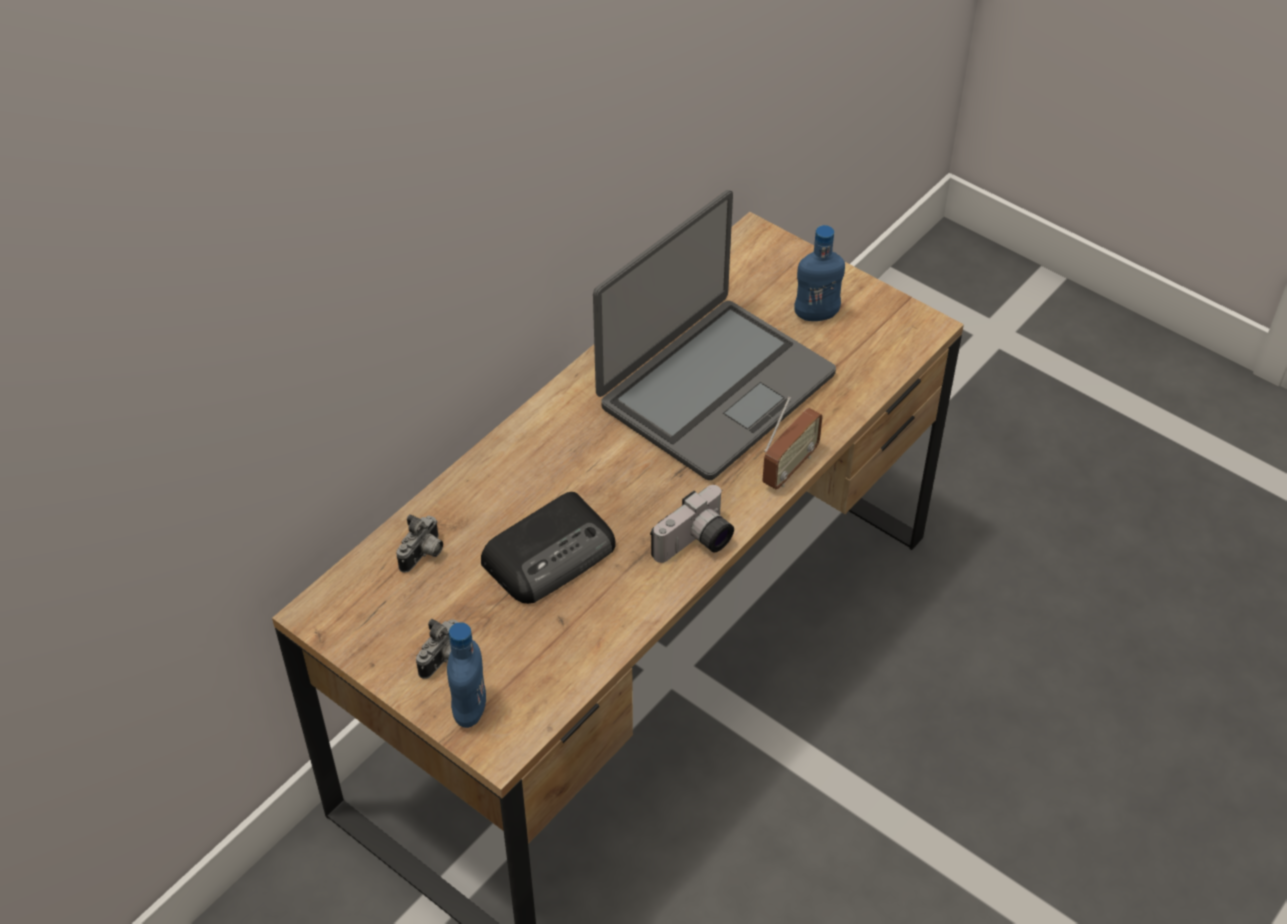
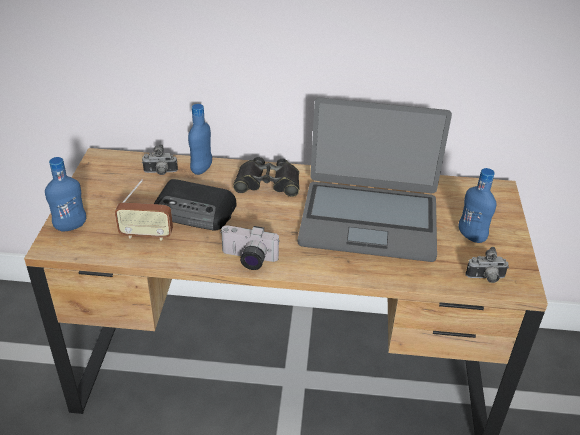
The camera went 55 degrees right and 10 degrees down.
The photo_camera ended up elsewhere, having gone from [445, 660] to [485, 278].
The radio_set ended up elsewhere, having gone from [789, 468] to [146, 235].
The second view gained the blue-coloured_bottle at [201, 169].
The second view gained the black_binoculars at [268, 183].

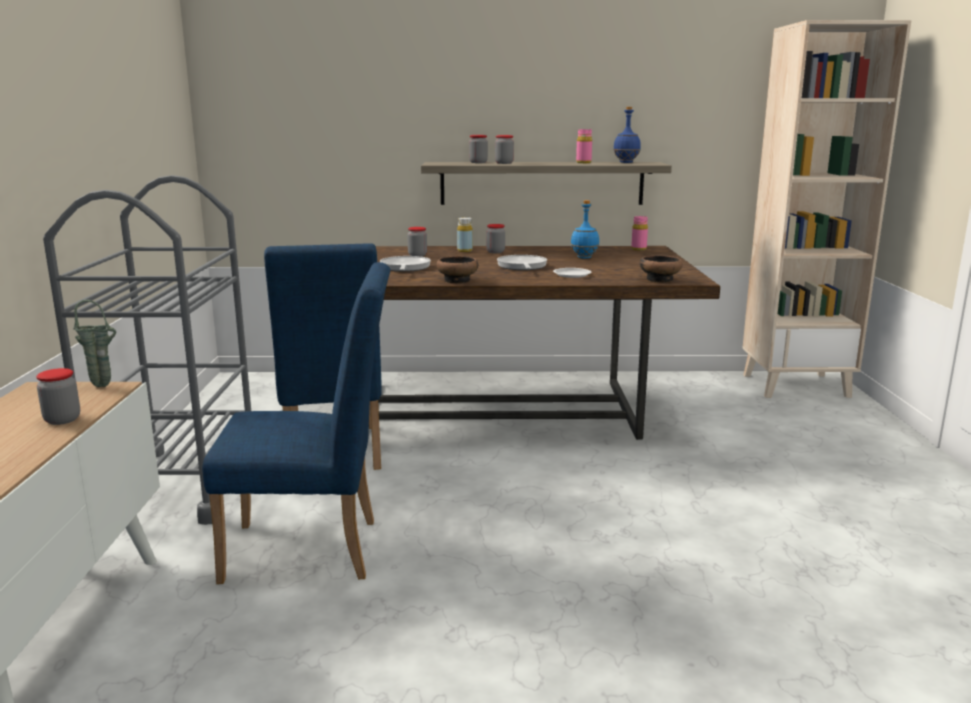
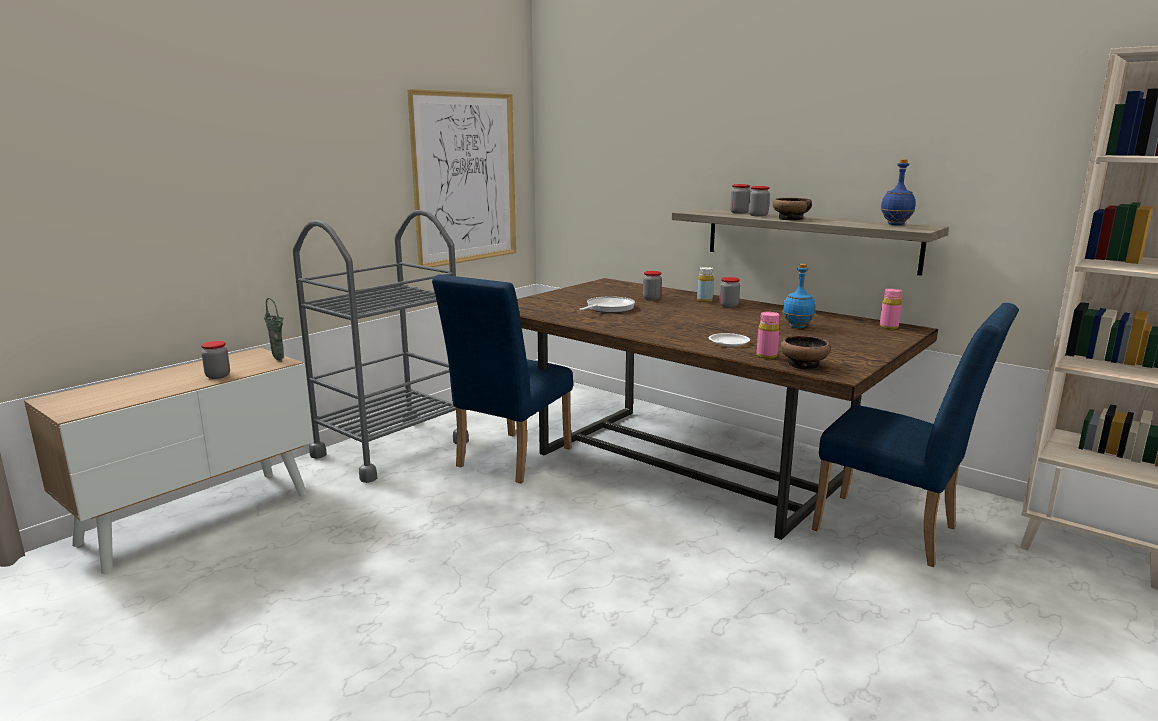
The camera went 40 degrees right and 0 degrees up.
The blue-coloured_chair ended up elsewhere, having gone from [315, 550] to [895, 532].
The deep_dish ended up elsewhere, having gone from [458, 280] to [791, 219].
The second view lost the frying_pan at [522, 267].
The pinkish_bottle ended up elsewhere, having gone from [583, 162] to [766, 356].
The second view gained the picture at [465, 178].

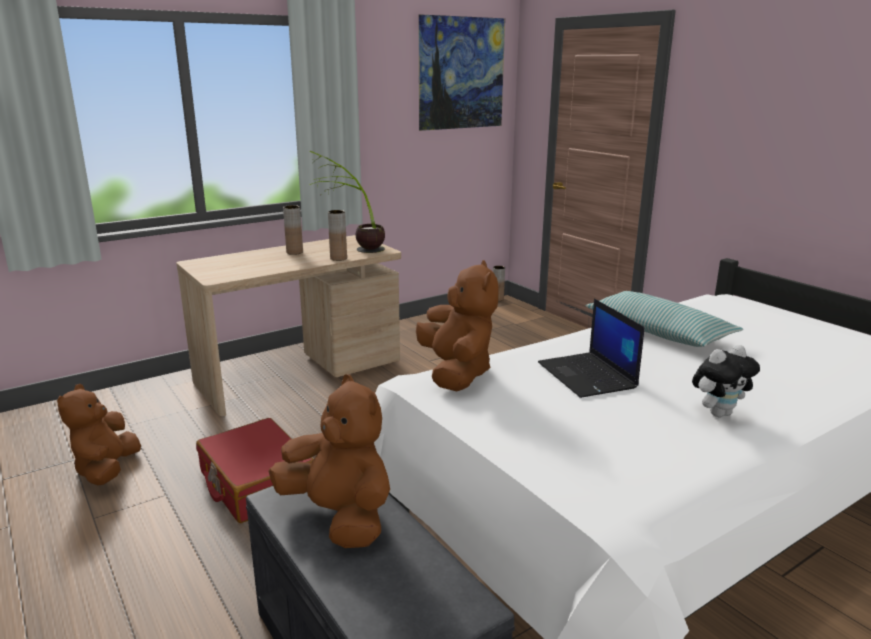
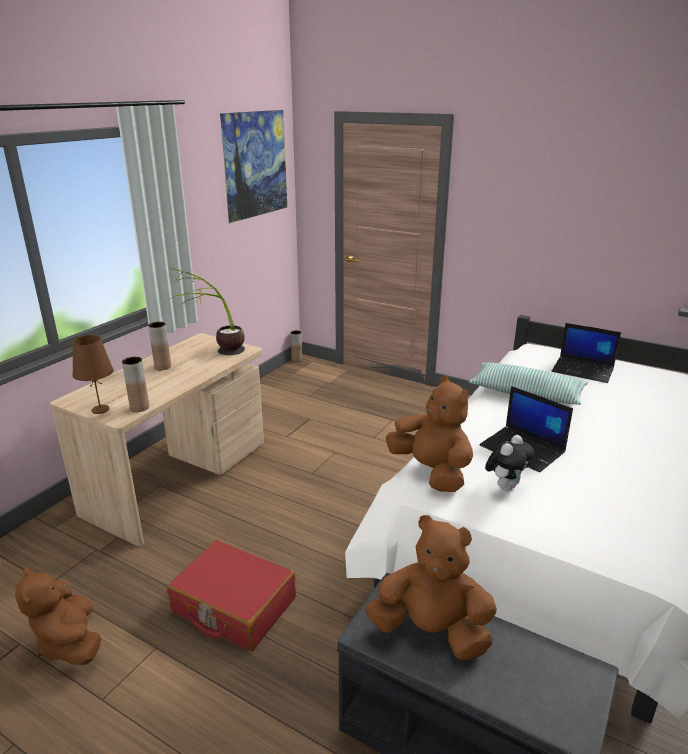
The camera went 25 degrees left and 5 degrees up.
The brown_vase ended up elsewhere, having gone from [338, 258] to [139, 407].
The soft_toy ended up elsewhere, having gone from [718, 413] to [505, 486].
The second view gained the brown_tabletop_lamp at [100, 409].
The second view gained the notebook_computer at [583, 370].

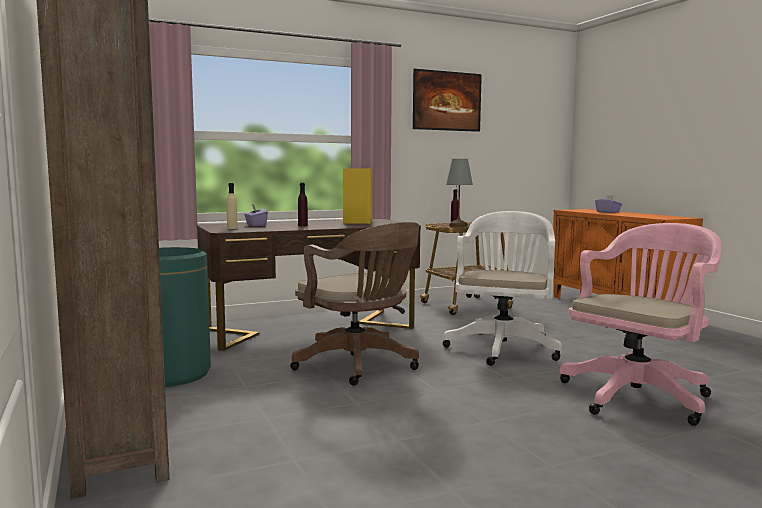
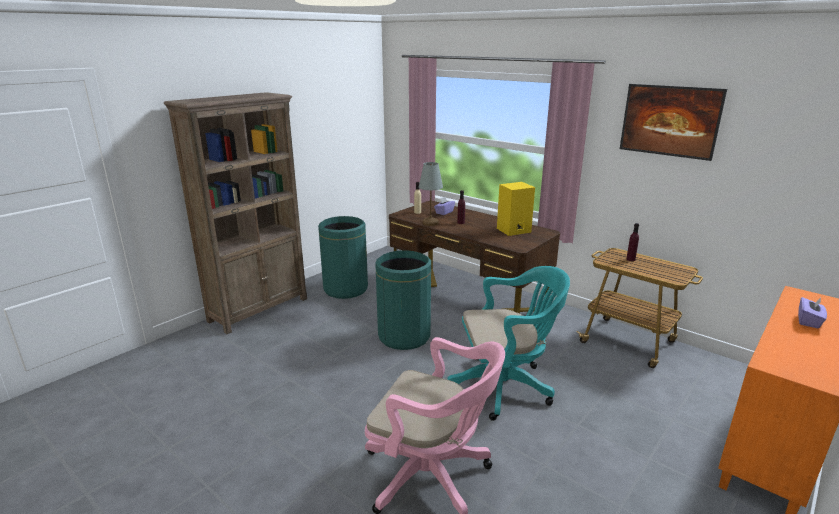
The camera went 65 degrees right and 15 degrees up.
Where the brown_computer_chair stood at [359, 365], the green_trash_can came to stand at [404, 336].
What was the white_computer_chair at [503, 347] turned into the turquoise-coloured_computer_chair at [505, 386].
The grey_tabletop_lamp ended up elsewhere, having gone from [458, 226] to [430, 223].

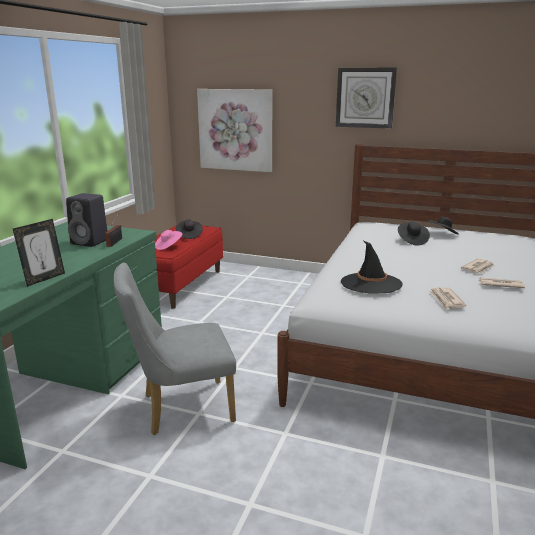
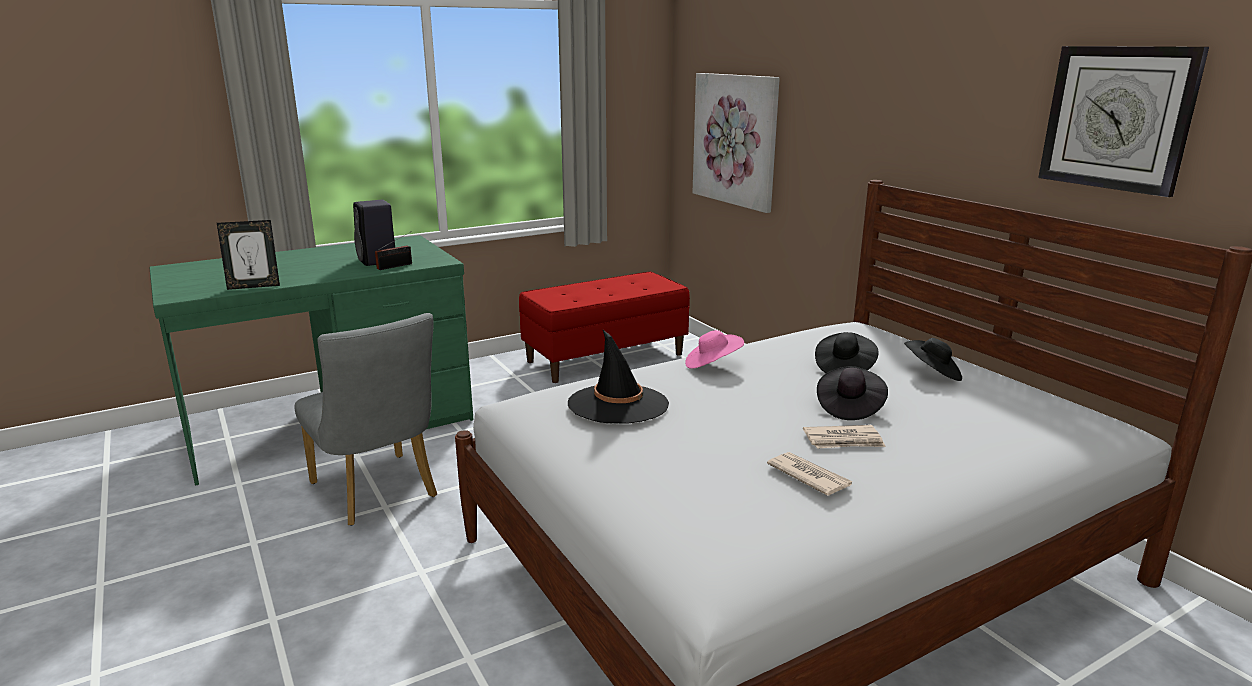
The camera went 40 degrees right and 0 degrees up.
The grey_chair at [180, 409] ended up facing another way, 150 degrees counterclockwise from before.
The pinkish_hat ended up elsewhere, having gone from [168, 246] to [712, 365].
The black_hat ended up elsewhere, having gone from [189, 235] to [849, 407].
The hanging_clock ended up elsewhere, having gone from [365, 98] to [1117, 118].
The second view lost the newspaper at [446, 300].

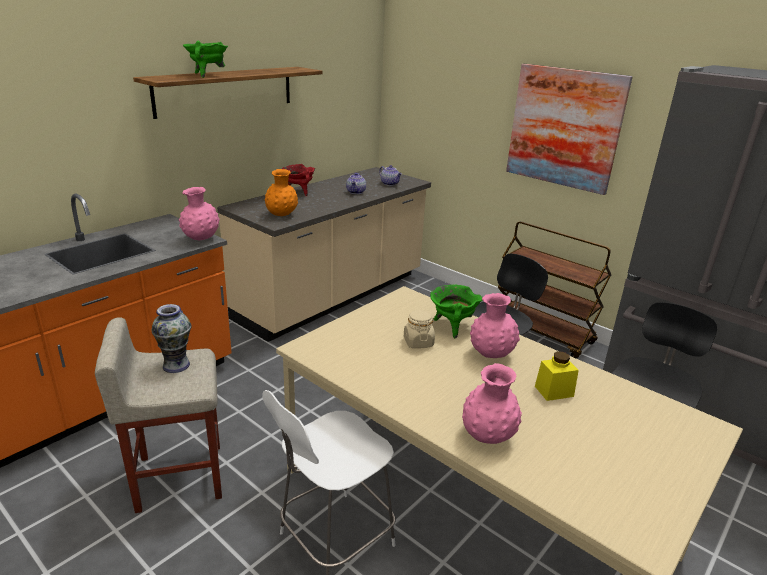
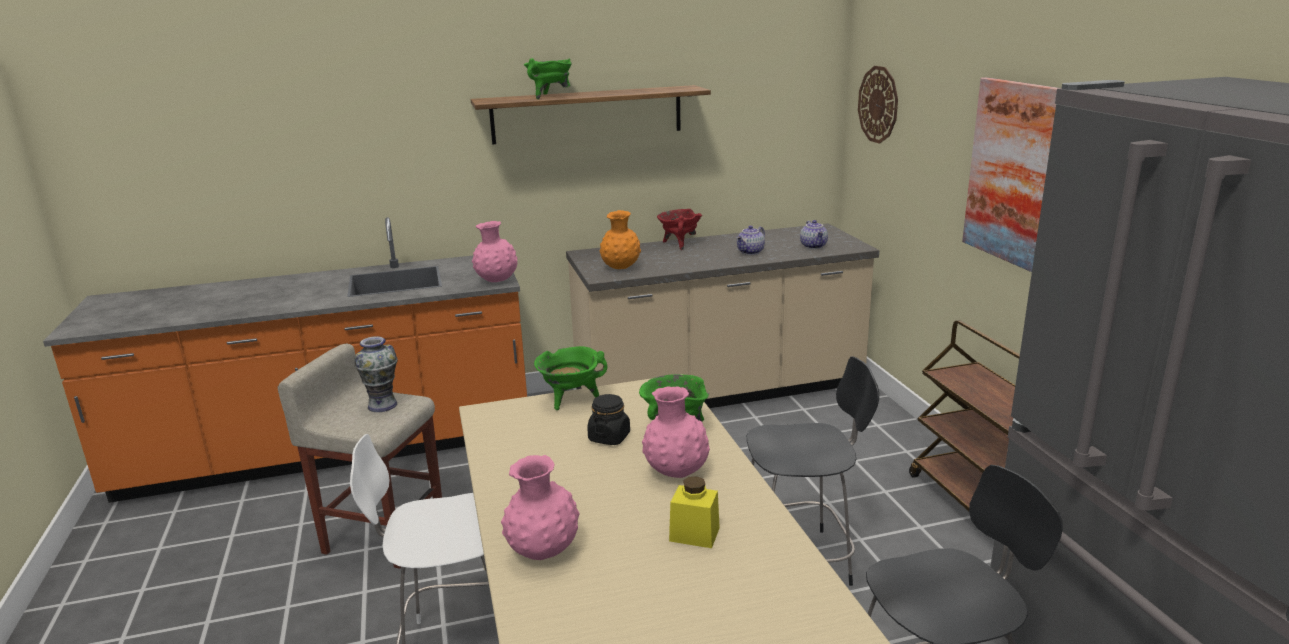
The camera went 35 degrees right and 5 degrees down.
What was the beige-coloured_jar at [418, 342] turned into the black_jar at [609, 437].
The second view gained the green_saucepot at [571, 399].
The second view gained the hanging_clock at [878, 104].

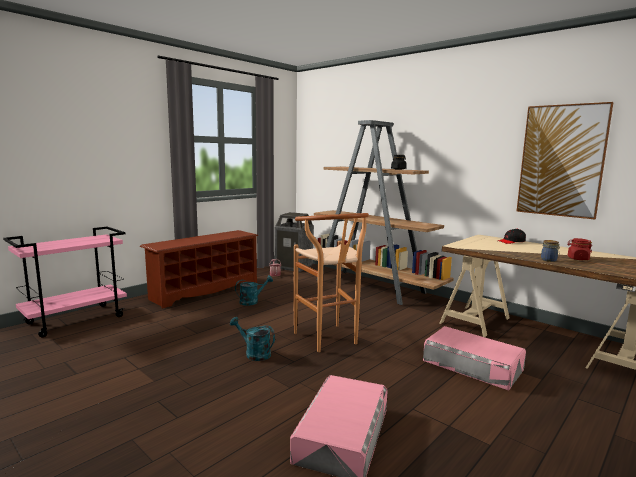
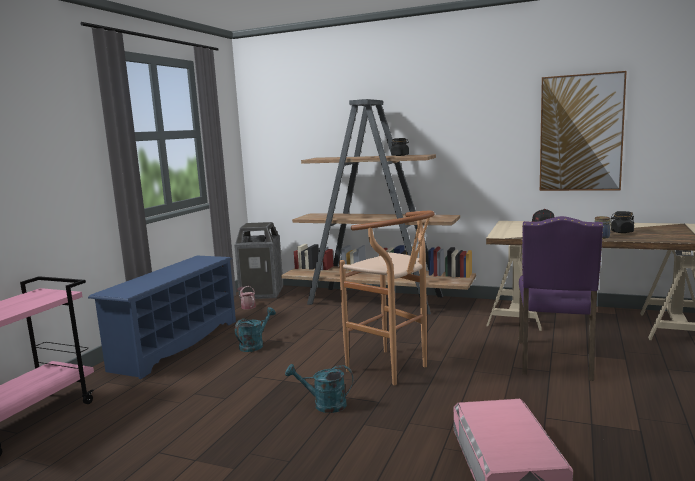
The camera went 20 degrees left and 0 degrees up.
What was the brown_shoe_shelf at [205, 290] turned into the blue-coloured_shoe_shelf at [176, 344].
Where the pinkish_storage_box stood at [472, 365], the purplish_chair came to stand at [556, 361].
What was the red_jar at [577, 258] turned into the black_jar at [621, 232].

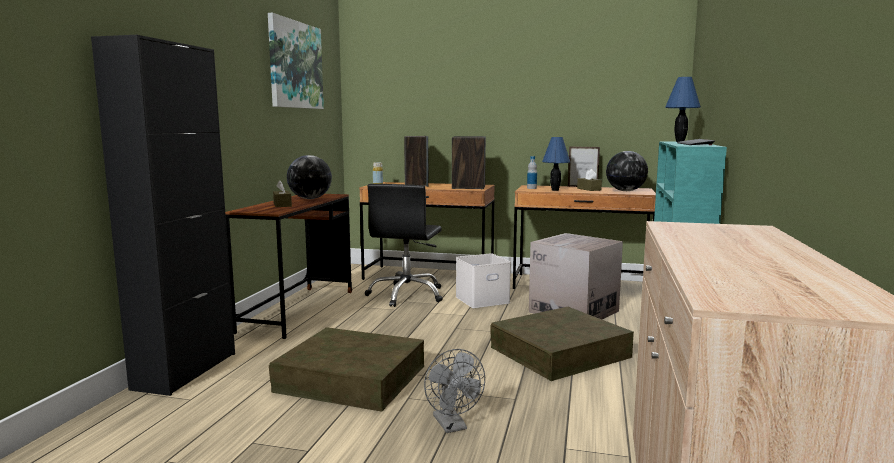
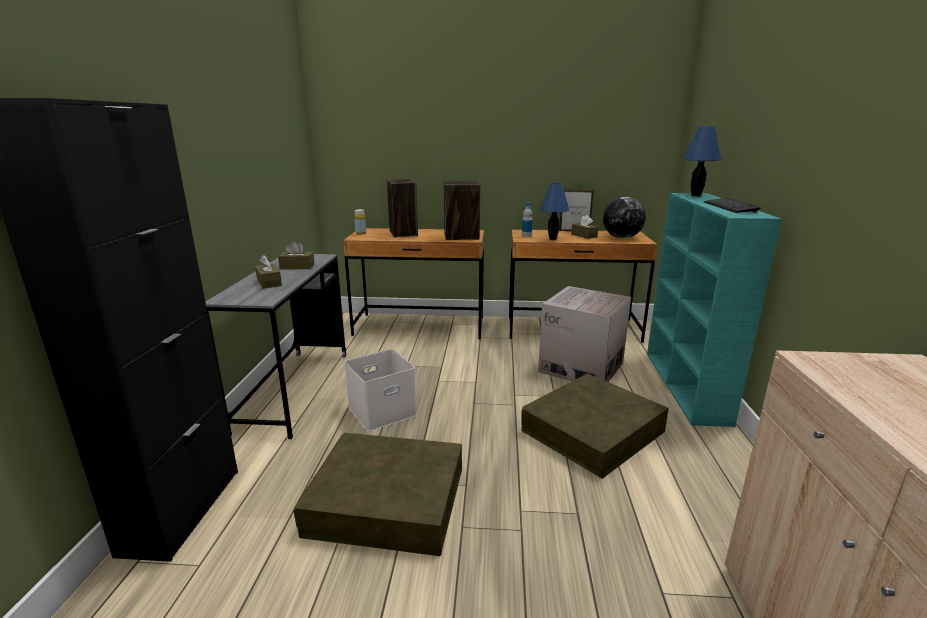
The camera went 10 degrees left and 10 degrees up.
What was the brown_desk_table at [298, 311] turned into the grey_desk_table at [295, 390].
The second view lost the picture at [295, 65].
Where the desk_globe stood at [310, 199], the brown_box_of_tissues came to stand at [297, 267].
The second view lost the black_computer_chair at [407, 295].
The second view lost the grey_fan at [452, 426].
The white_storage_box ended up elsewhere, having gone from [482, 299] to [382, 410].

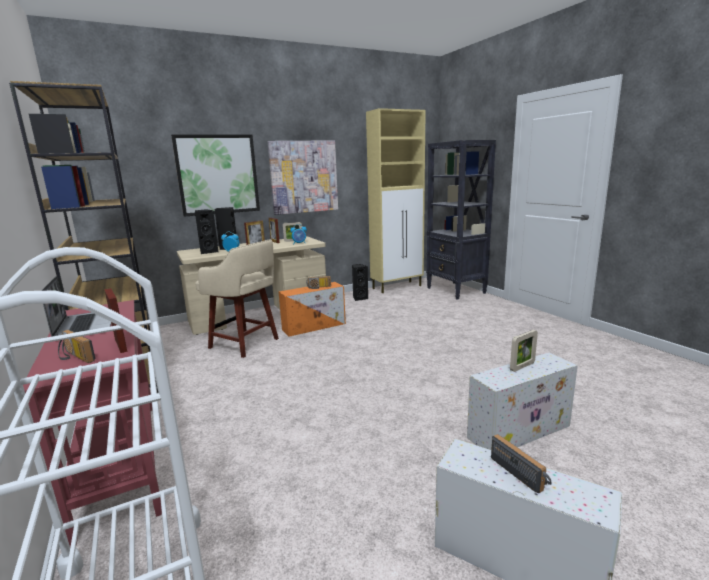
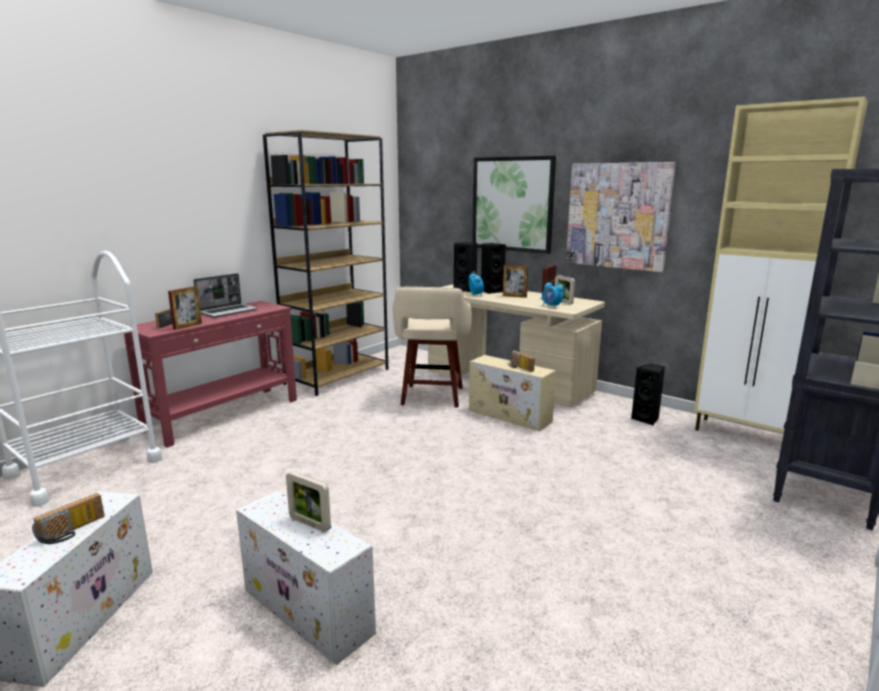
The camera went 65 degrees right and 0 degrees up.
What was the orange_storage_box at [315, 326] turned into the beige-coloured_storage_box at [510, 416].

